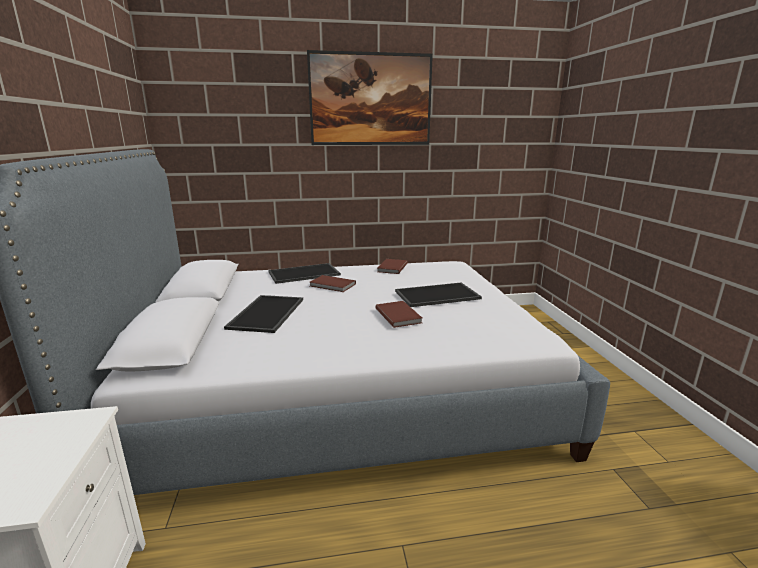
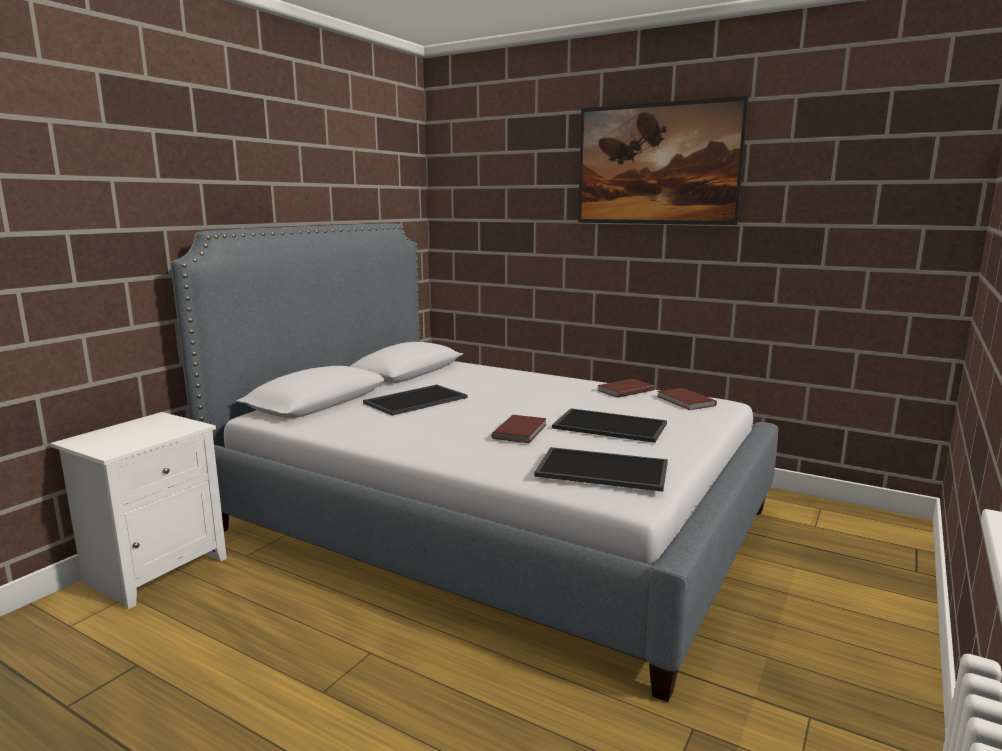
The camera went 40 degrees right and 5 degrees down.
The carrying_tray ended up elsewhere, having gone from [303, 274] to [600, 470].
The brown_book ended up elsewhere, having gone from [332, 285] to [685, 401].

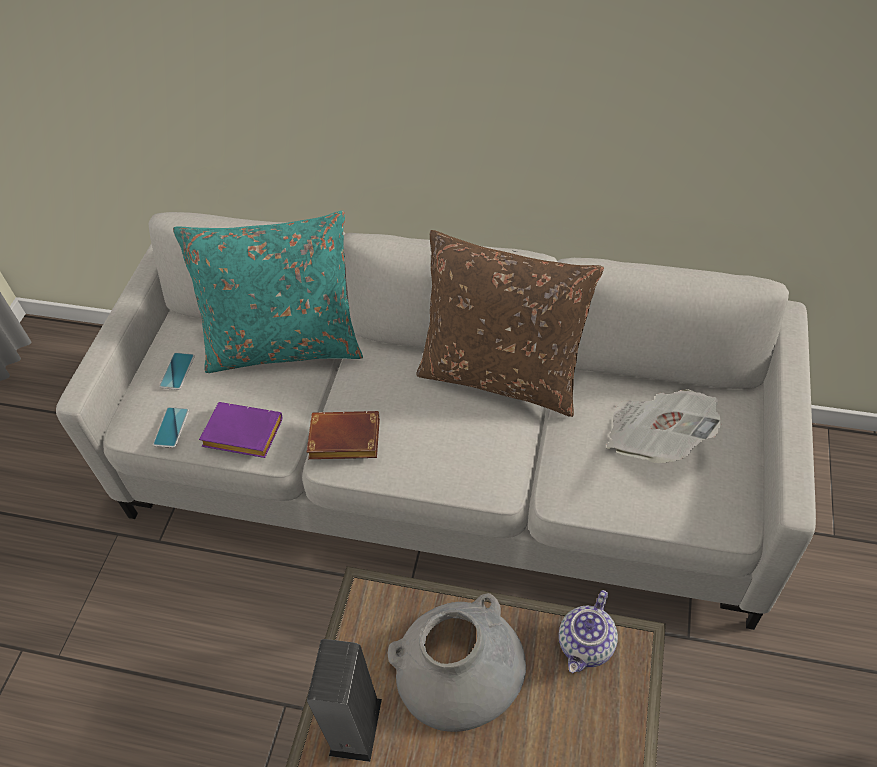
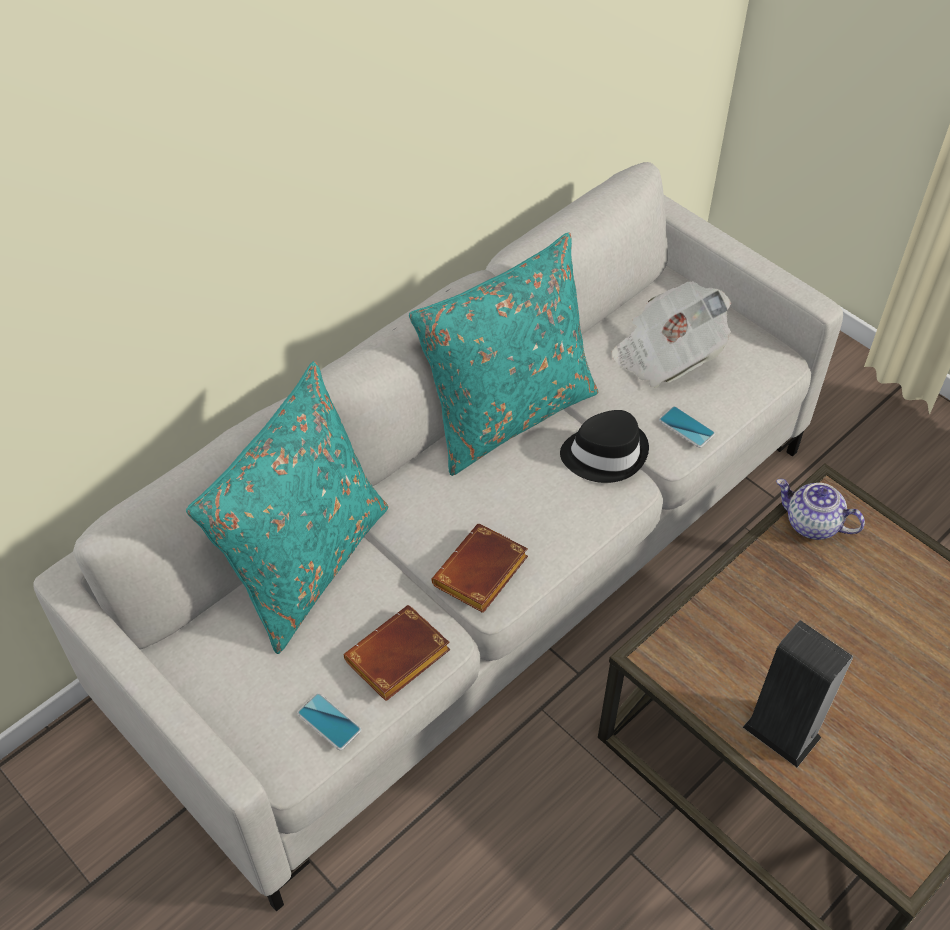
The camera went 60 degrees left and 0 degrees up.
The handset ended up elsewhere, having gone from [177, 371] to [686, 427].
What was the purplish_book at [240, 435] turned into the brown_book at [397, 660].
The second view lost the grey_vase at [458, 666].
What was the brown_throw_pillow at [502, 374] turned into the turquoise-coloured_throw_pillow at [507, 413].
The pot_for_tea at [586, 645] ended up facing another way, 150 degrees clockwise from before.
The second view gained the black_hat at [604, 453].

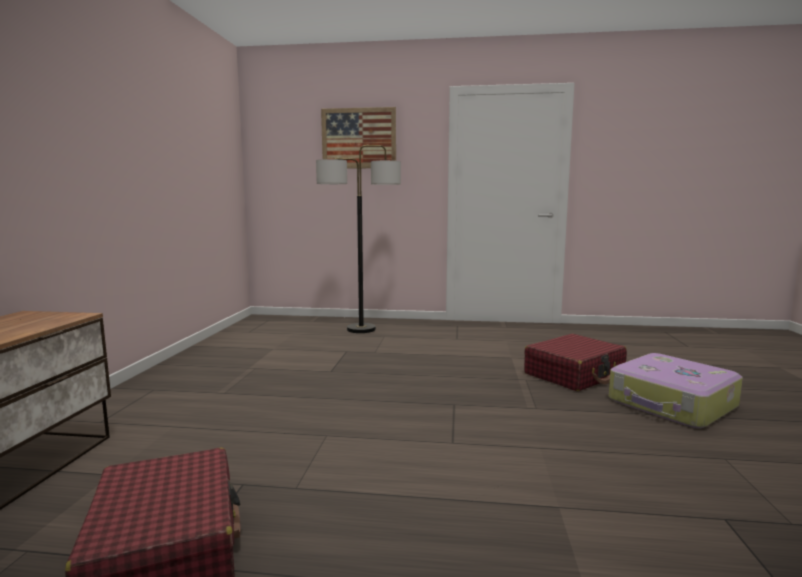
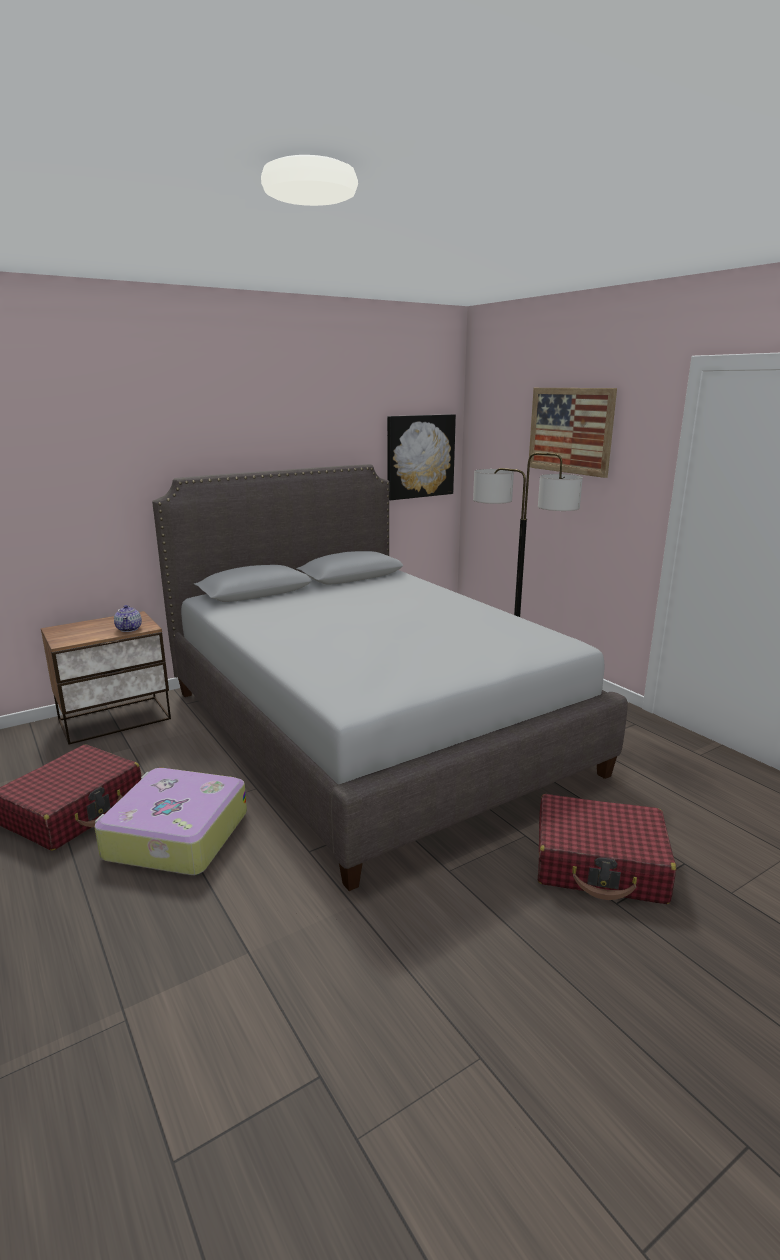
The camera went 50 degrees right and 10 degrees up.
The travel_case ended up elsewhere, having gone from [672, 404] to [175, 836].
The second view gained the pot_for_tea at [129, 629].
The second view gained the grey_bedroom_bed at [370, 729].
The second view gained the picture at [420, 456].

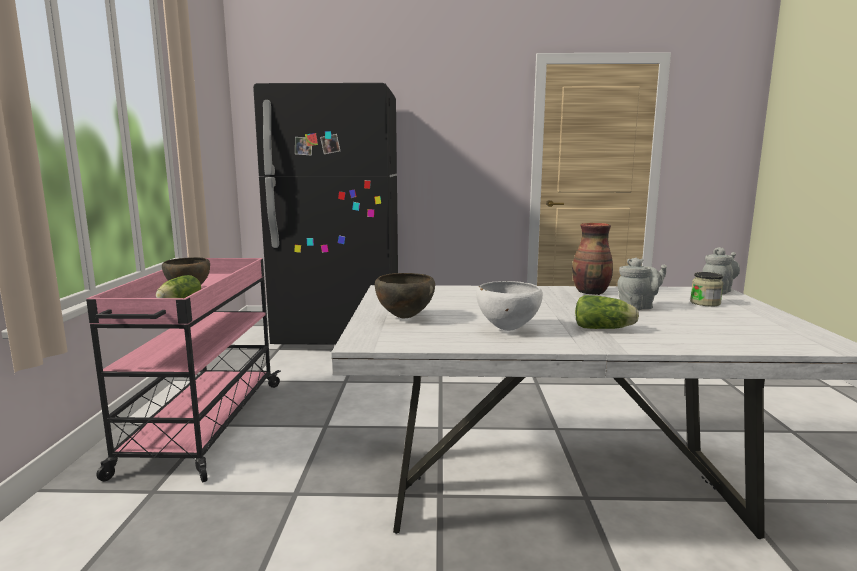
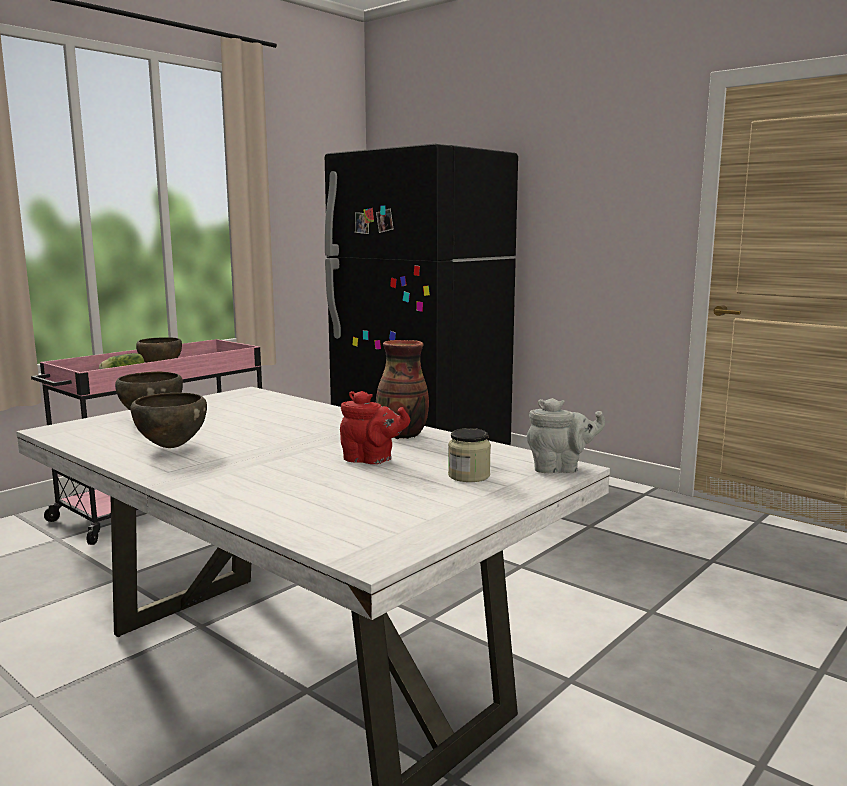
The camera went 40 degrees right and 0 degrees up.
What was the white_deep_dish at [507, 329] turned into the brown_deep_dish at [171, 447].
The second view lost the lettuce_head at [605, 328].
What was the grey_pot_for_tea at [638, 307] turned into the red_pot_for_tea at [371, 460].

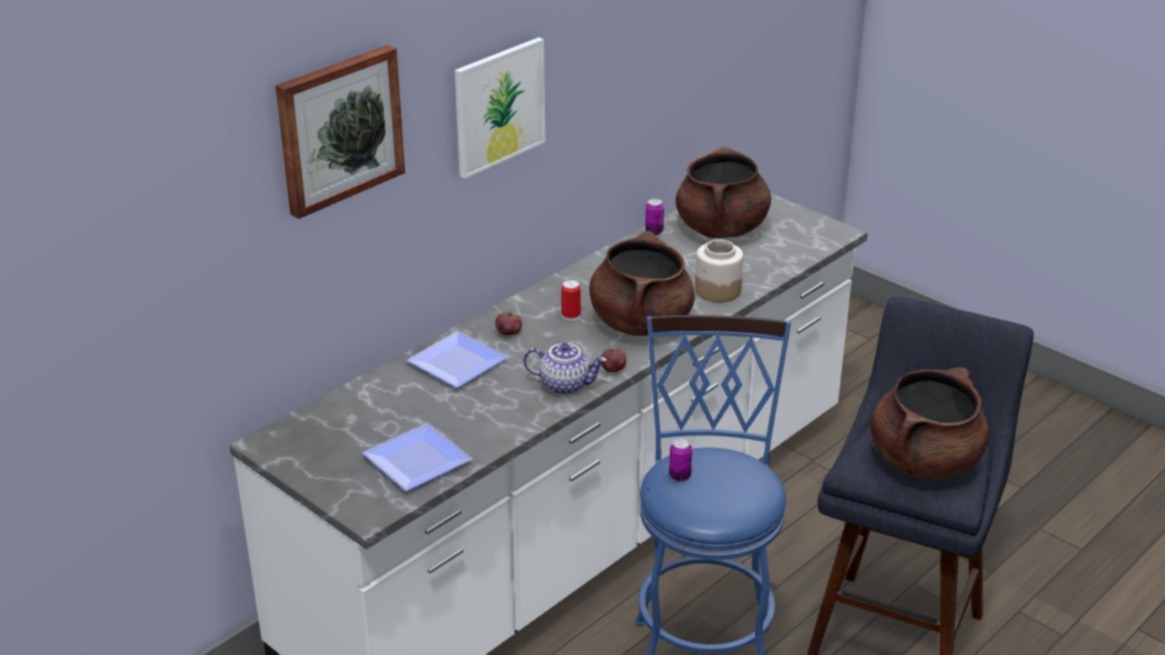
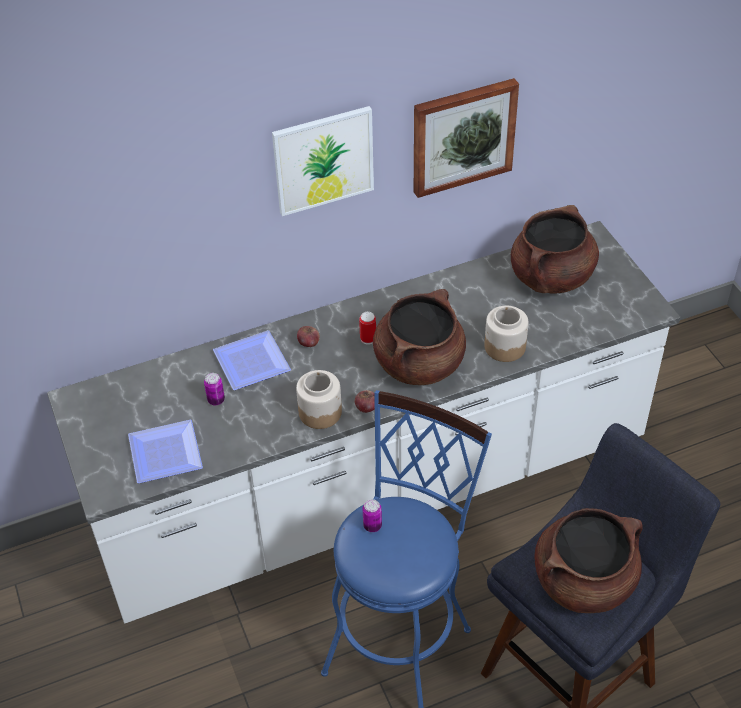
The camera went 25 degrees right and 15 degrees up.
The picture ended up elsewhere, having gone from [339, 129] to [462, 136].
Where the pot_for_tea stood at [565, 384], the jar came to stand at [320, 412].
The can ended up elsewhere, having gone from [654, 232] to [216, 400].

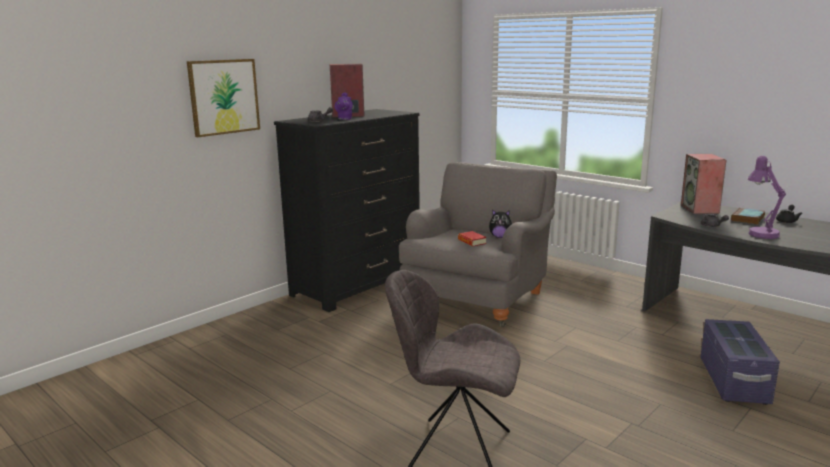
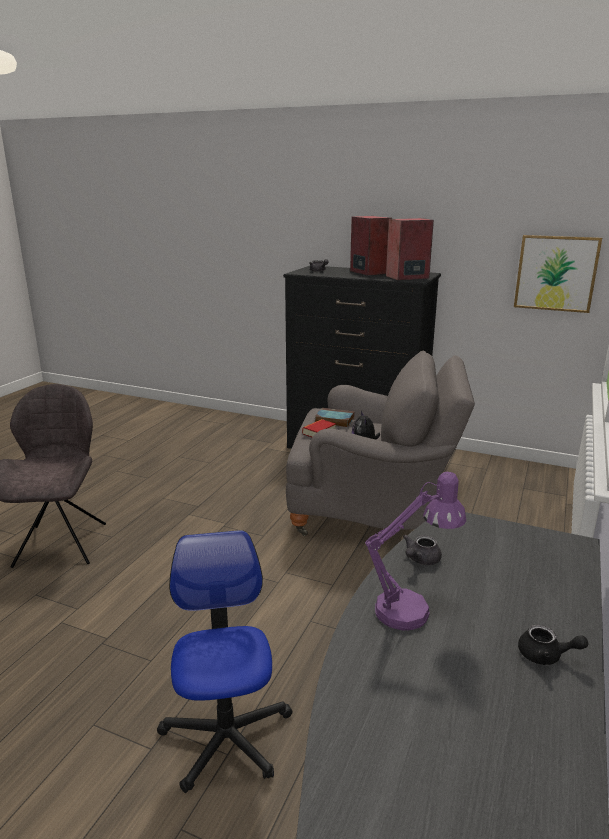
The camera went 70 degrees right and 5 degrees up.
The picture ended up elsewhere, having gone from [224, 97] to [556, 273].
The second view lost the purplish_pot_for_tea at [344, 119].
The speaker ended up elsewhere, having gone from [700, 209] to [407, 277].
Where the purplish_storage_box stood at [733, 381], the computer_chair came to stand at [226, 736].
The book ended up elsewhere, having gone from [747, 219] to [333, 420].

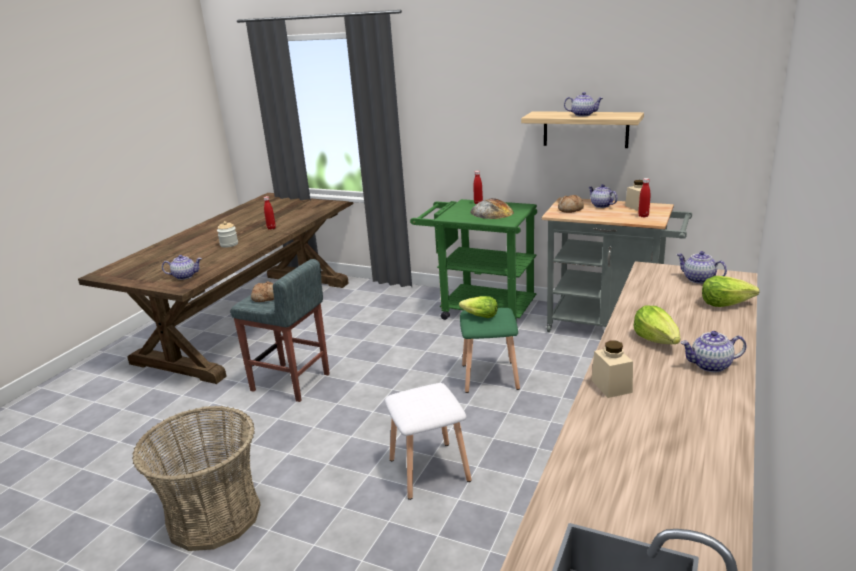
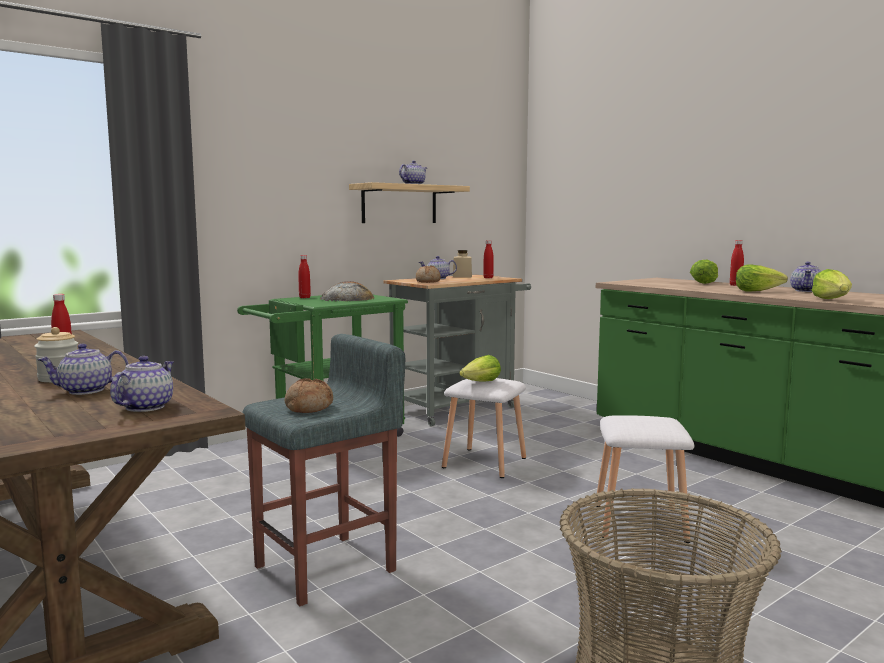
The camera went 65 degrees left and 15 degrees down.
What was the green_sitting_stool at [490, 377] turned into the white_sitting_stool at [486, 462].
Where the beige-coloured_jar stood at [611, 386], the lettuce_head came to stand at [832, 300].
The pot_for_tea ended up elsewhere, having gone from [698, 279] to [85, 391].
The second view gained the red_bottle at [735, 285].

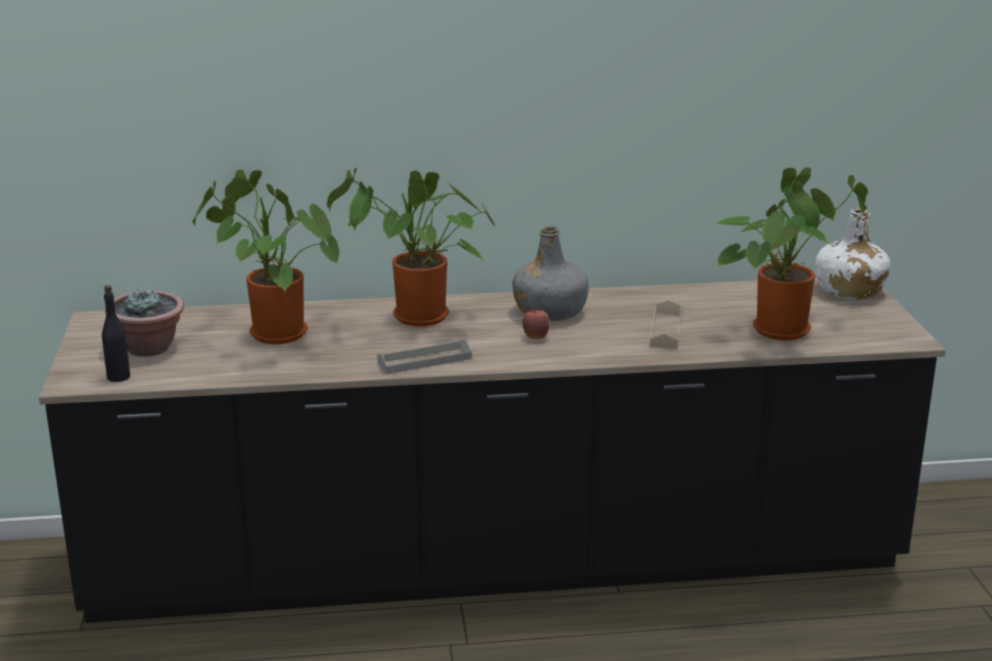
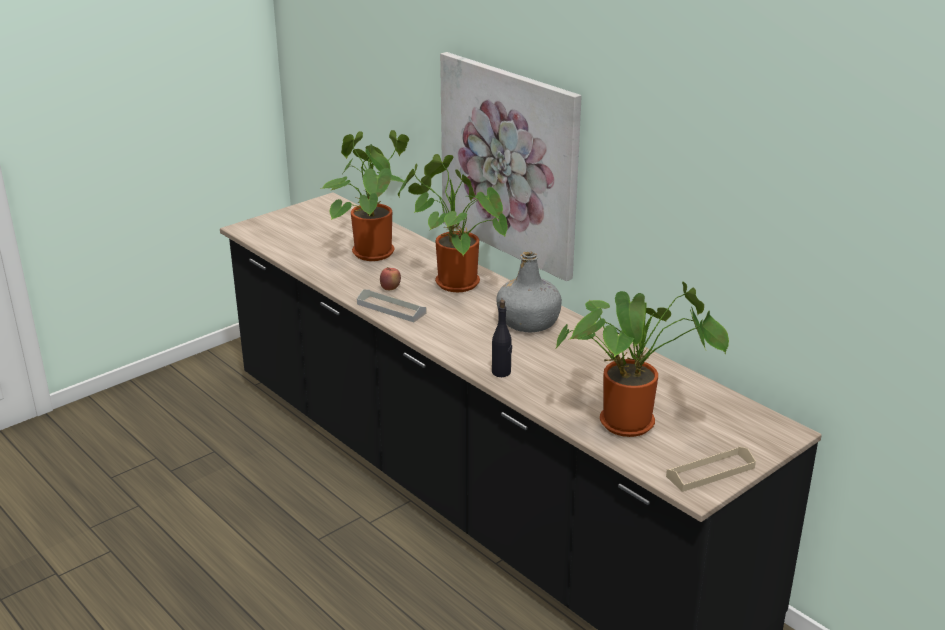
The camera went 55 degrees right and 5 degrees up.
The black_bottle ended up elsewhere, having gone from [119, 377] to [501, 372].
The second view lost the plant_in_a_pot at [149, 348].
The apple ended up elsewhere, having gone from [536, 337] to [390, 289].
The beige-coloured_carrying_tray ended up elsewhere, having gone from [665, 330] to [710, 472].
The second view lost the white_bottle at [848, 291].
The second view gained the picture at [509, 163].

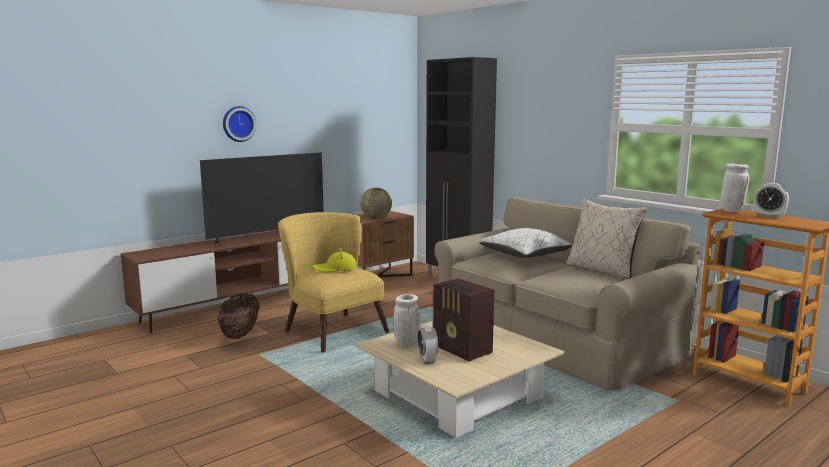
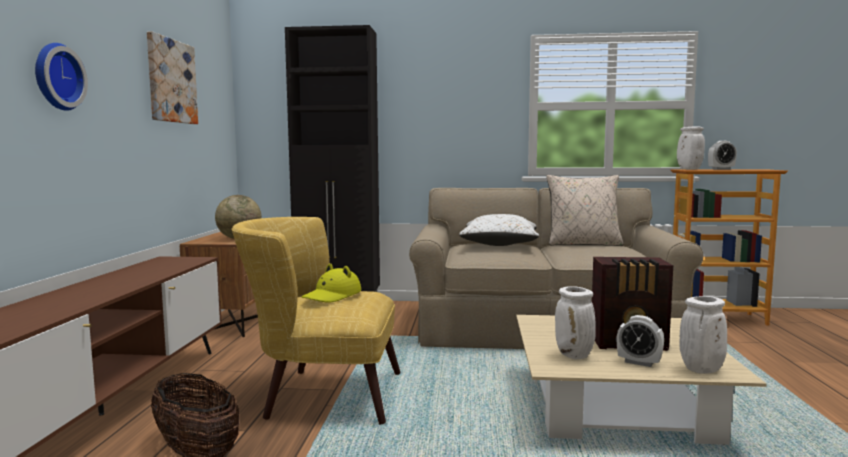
The camera went 45 degrees left and 5 degrees down.
The second view lost the TV at [267, 237].
The second view gained the picture at [171, 81].
The second view gained the white_vase at [701, 370].

